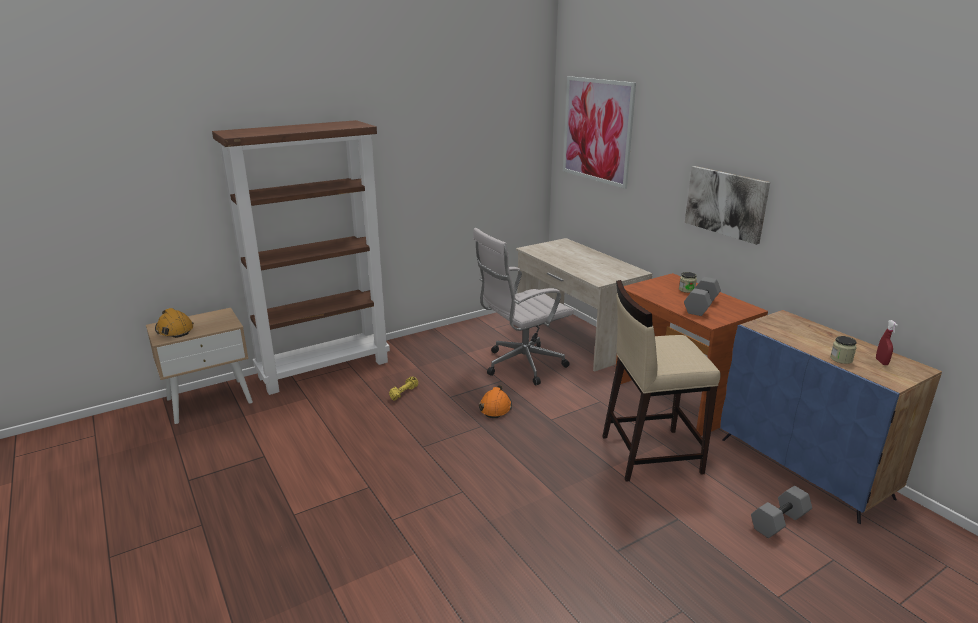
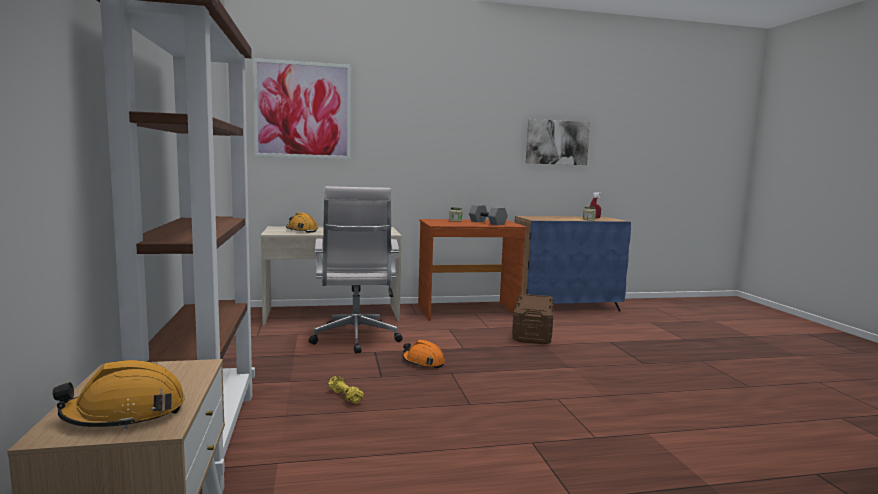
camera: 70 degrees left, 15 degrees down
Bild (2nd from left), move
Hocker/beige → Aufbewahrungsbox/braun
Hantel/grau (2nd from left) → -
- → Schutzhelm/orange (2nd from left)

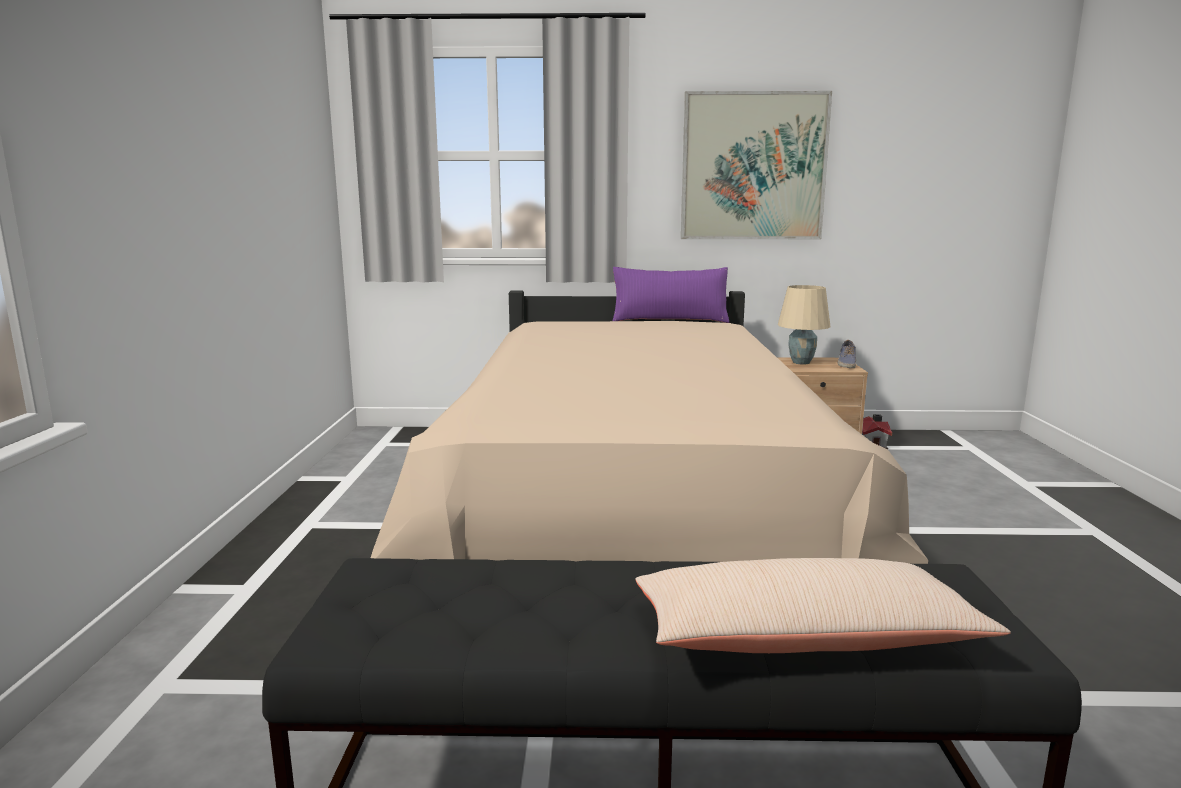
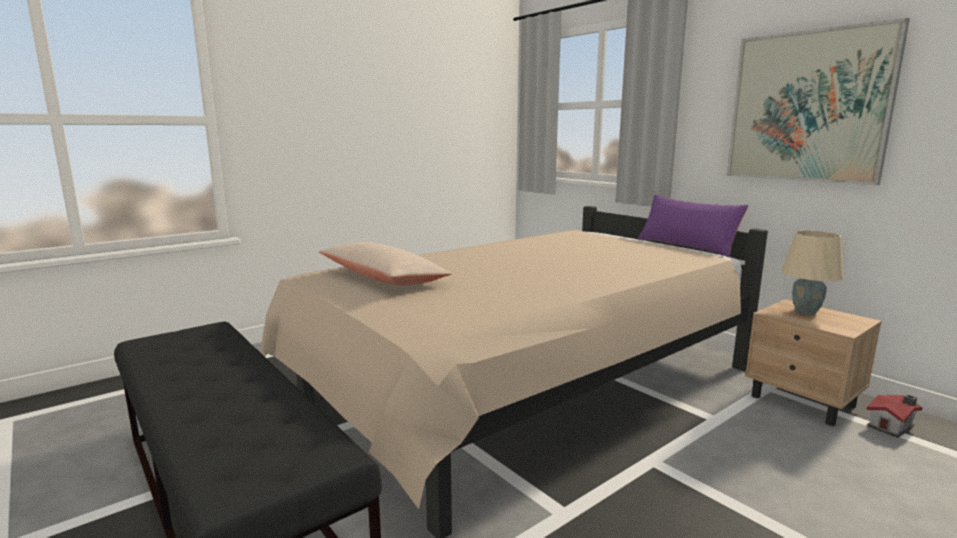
camera: 50 degrees right, 0 degrees up
Schuh → -
Kissen/beige, move

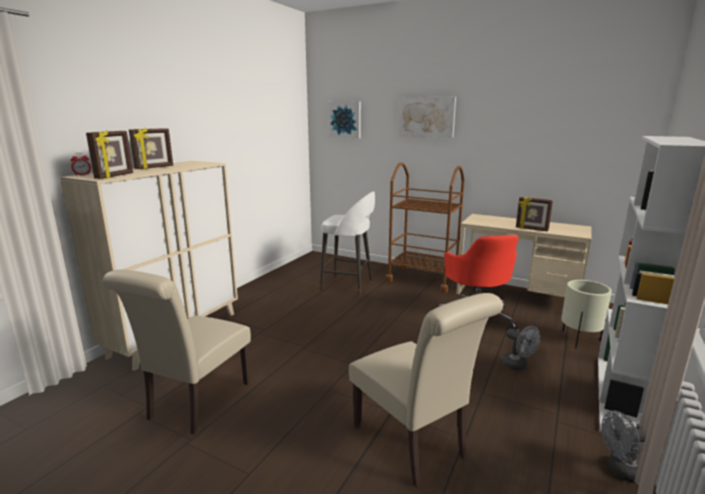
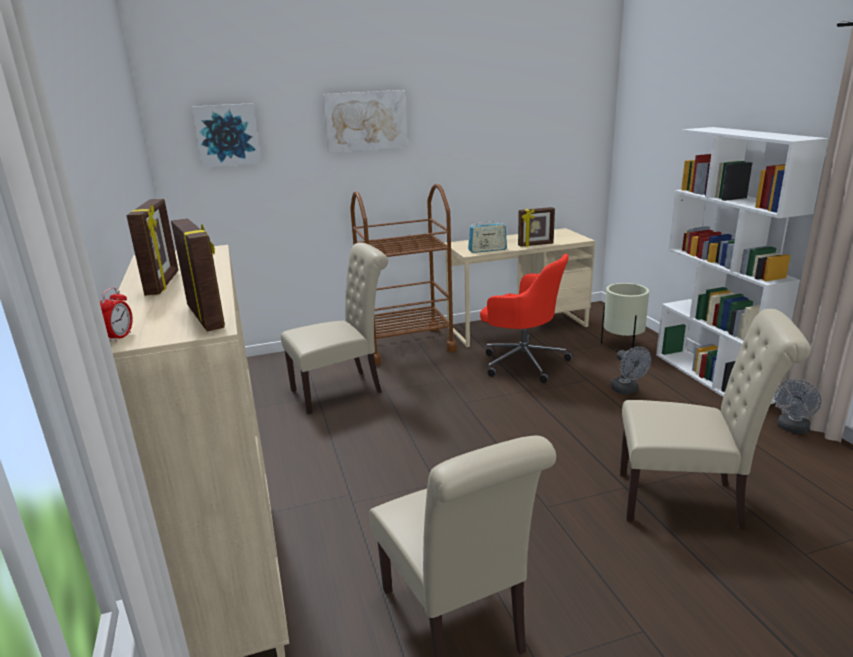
camera: 45 degrees left, 5 degrees up
Hocker/weiß → Stuhl/beige (1st from left)
Ventilator/grau (1st from left), 60 degrees clockwise
- → Radio

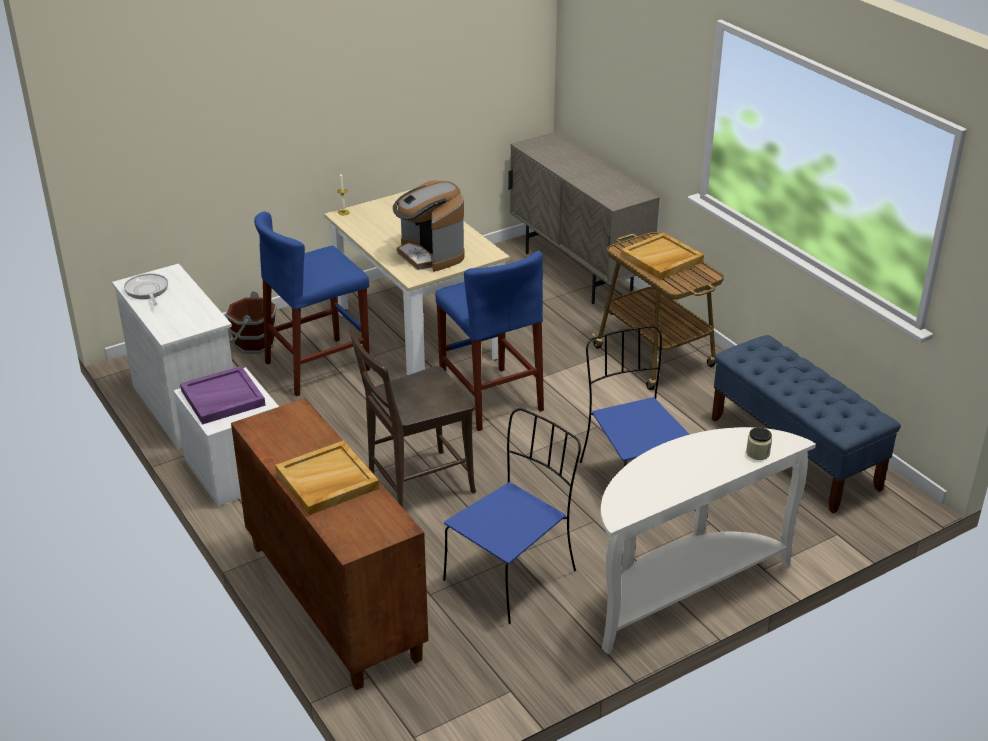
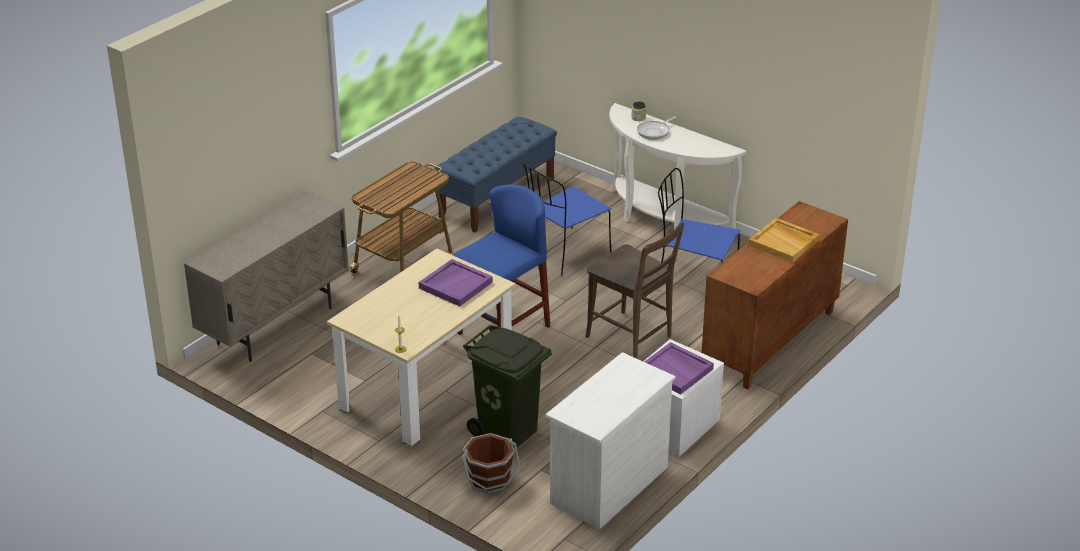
camera: 110 degrees left, 0 degrees up
Kaffeemaschine → Tablett/lila (1st from left)
Hocker/blau (1st from left) → Mülleimer/grün
Tablett/beige (2nd from left) → -
Pfanne, move

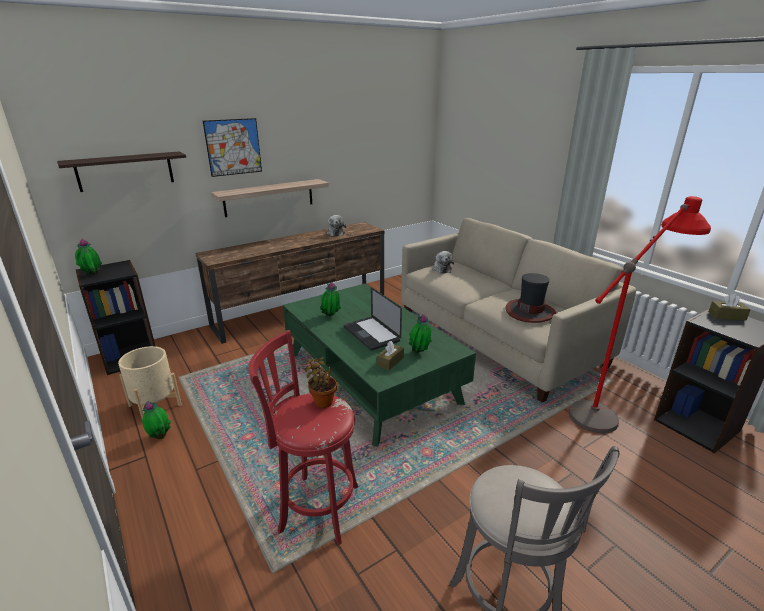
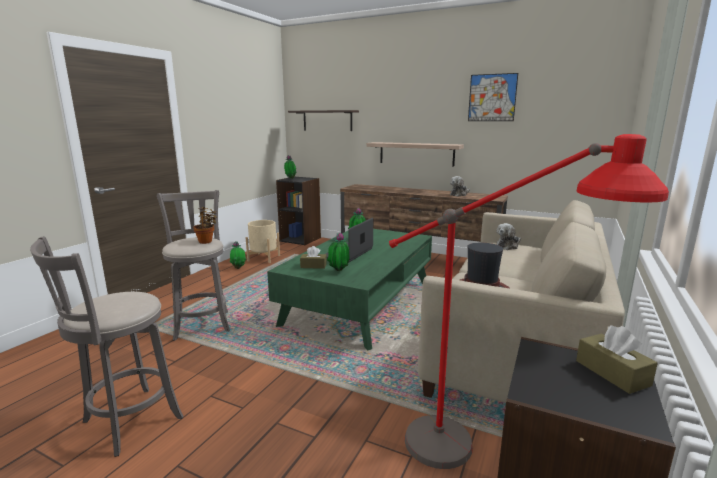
camera: 60 degrees right, 10 degrees down
Bild, move
Hocker/rot → Hocker/grau (2nd from left)

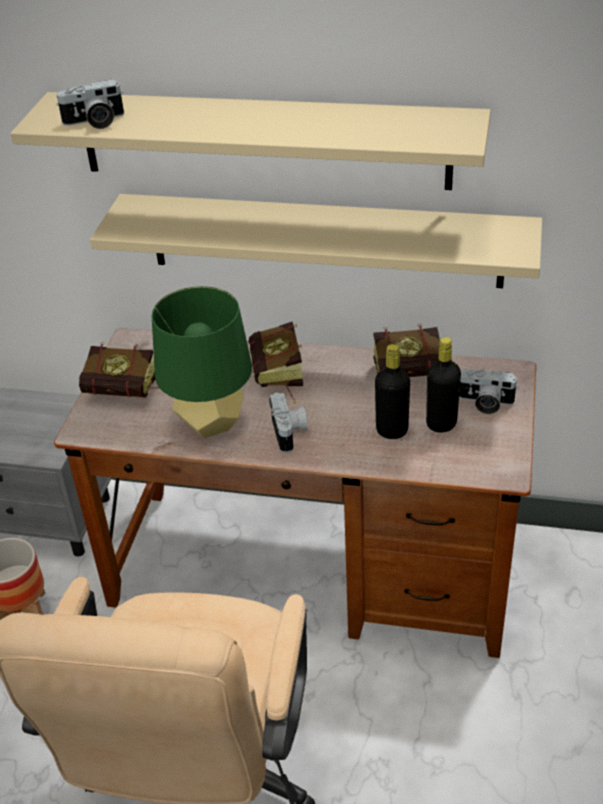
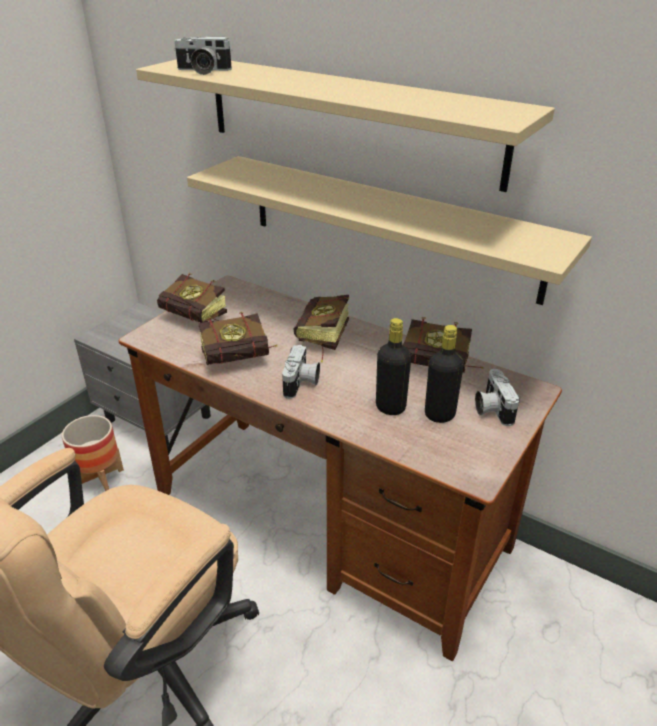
camera: 20 degrees right, 5 degrees down
Tischlampe/grün → Buch (2nd from left)
Kamera (3rd from left), 45 degrees clockwise

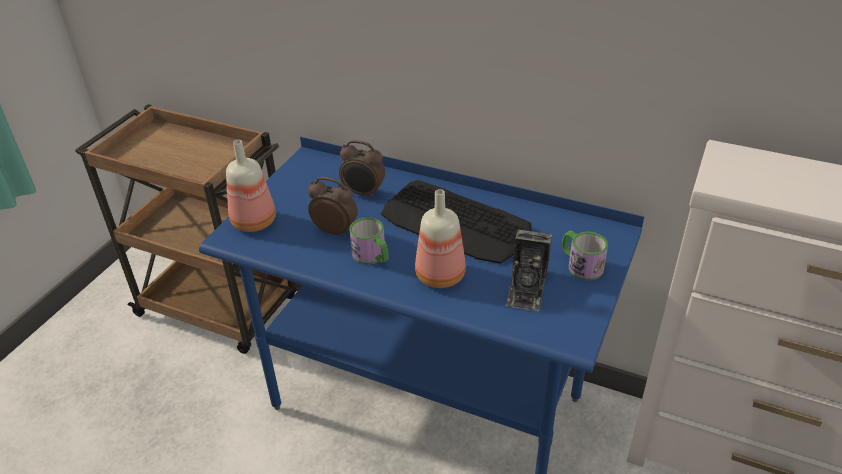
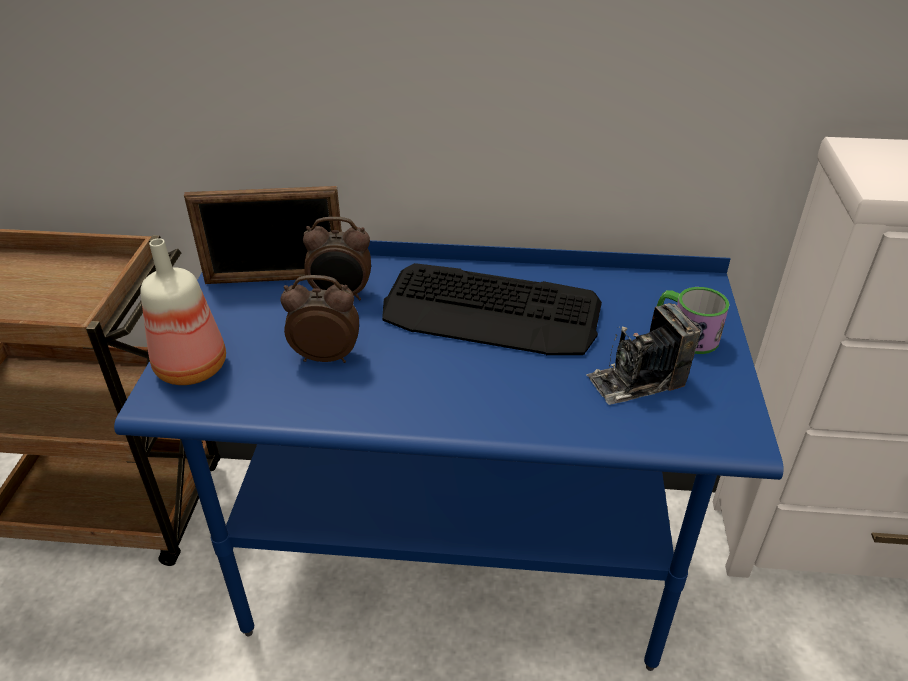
camera: 20 degrees left, 0 degrees up
Flasche (2nd from left) → -
Henkelbecher (1st from left) → -
Kamera, 75 degrees clockwise
- → Bilderrahmen

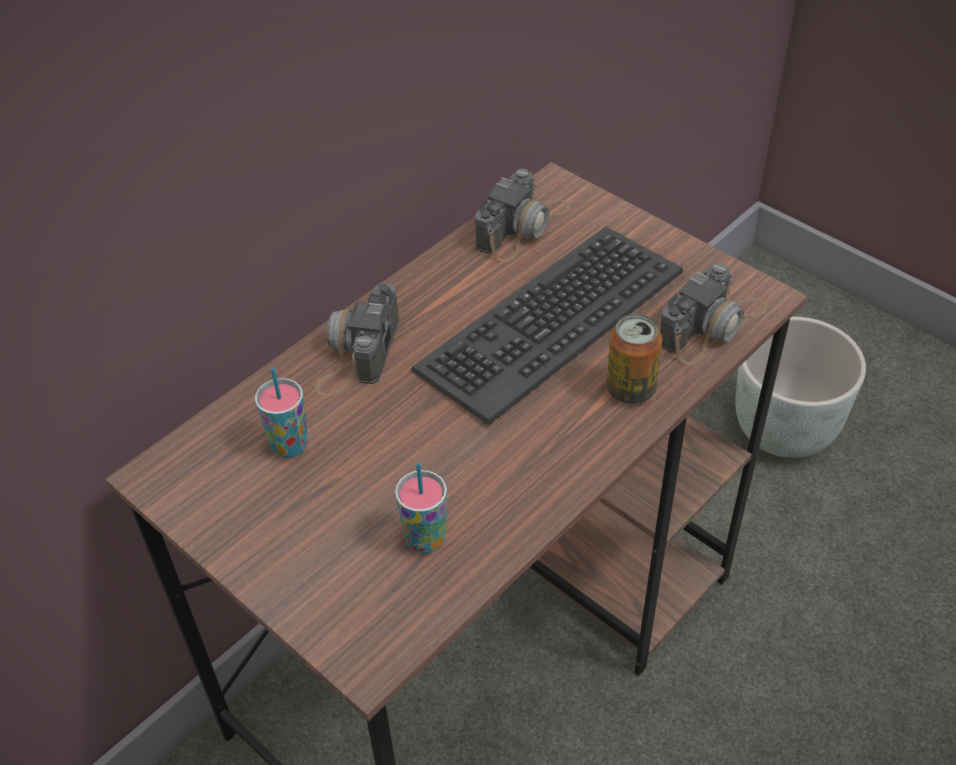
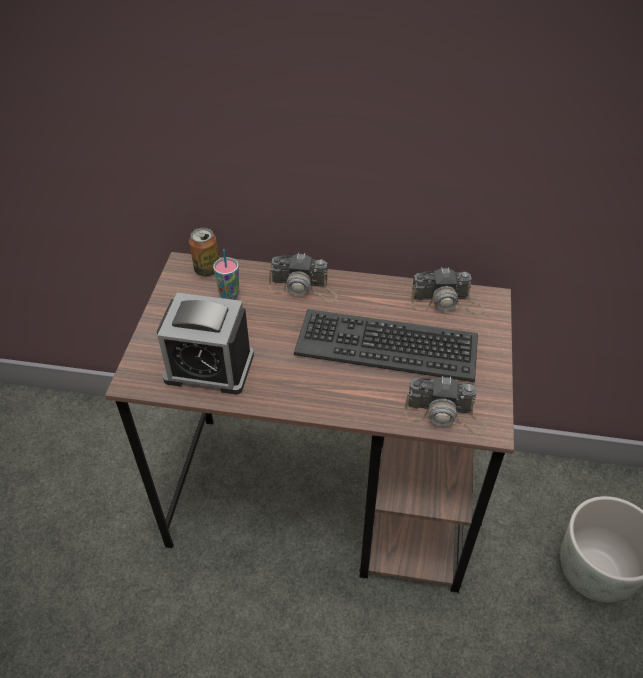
camera: 55 degrees right, 0 degrees up
Kamera (1st from left), 150 degrees counterclockwise
Dose, move
Tasse (2nd from left) → Wecker

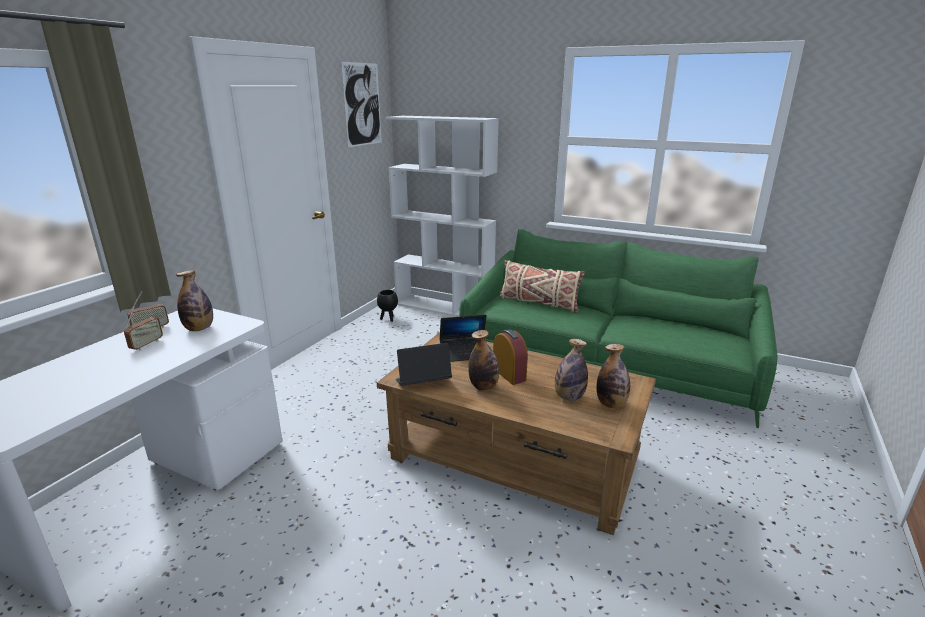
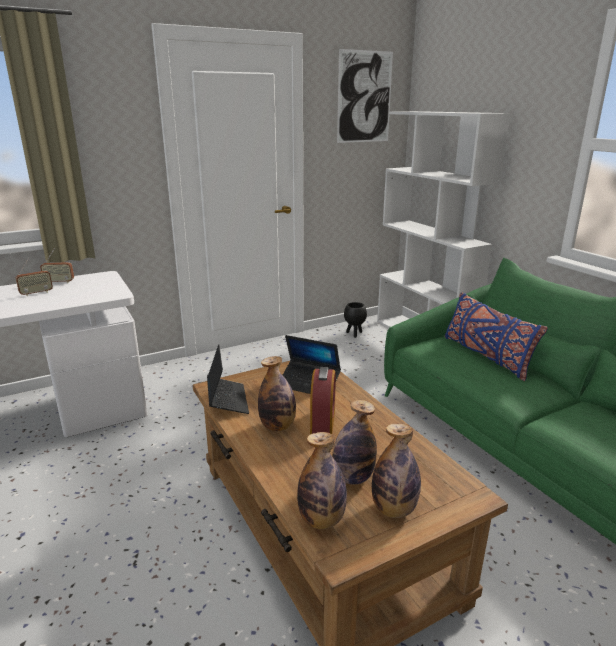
camera: 35 degrees right, 0 degrees up
Kissen/beige → Kissen/blau
Flasche (1st from left in the first image) → Flasche (2nd from left), move
Laptop (1st from left), 60 degrees clockwise

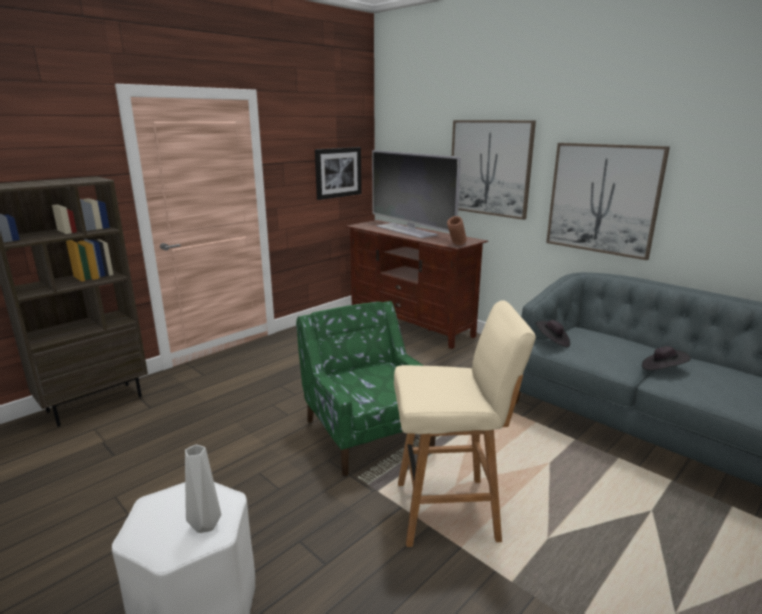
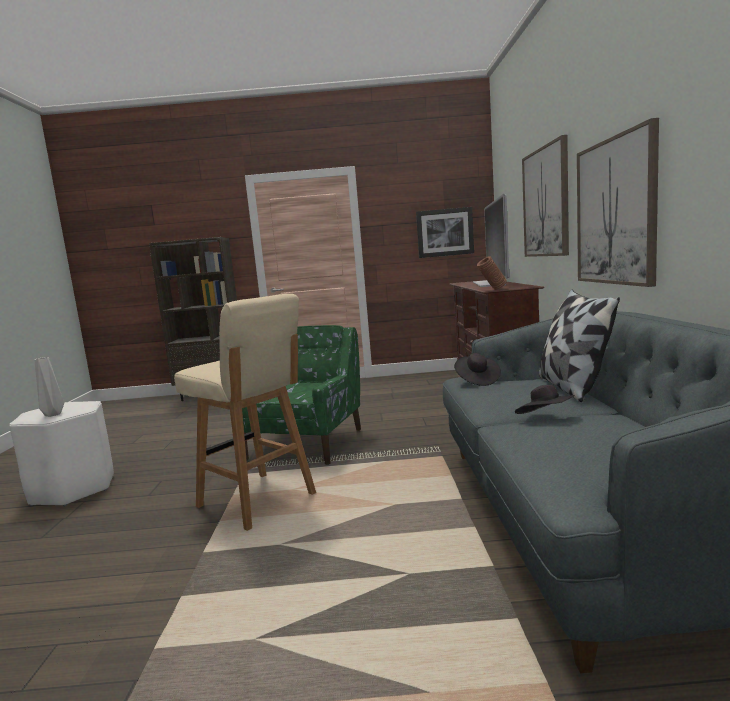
camera: 45 degrees right, 10 degrees down
- → Kissen

